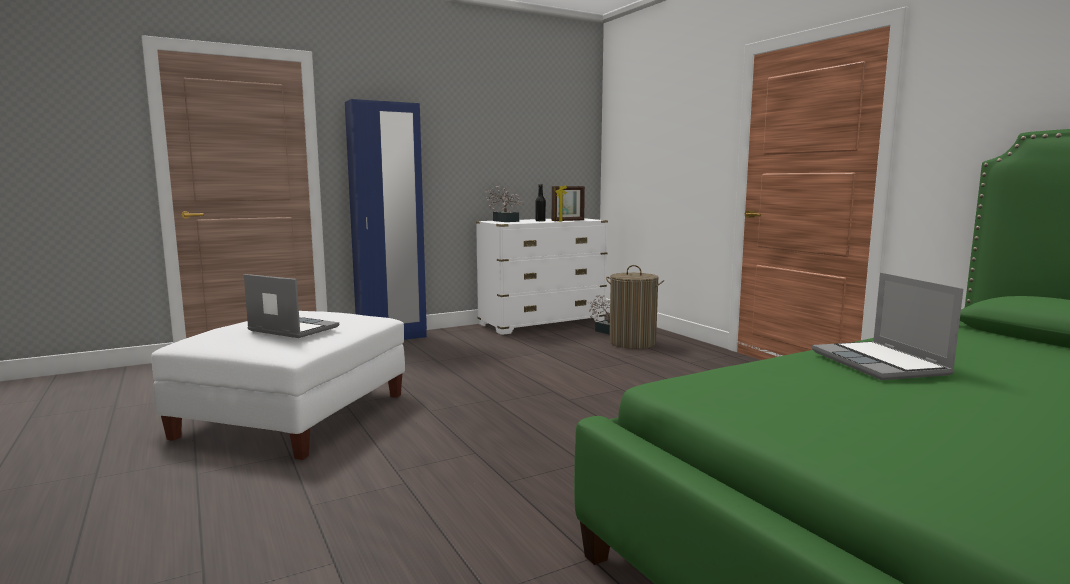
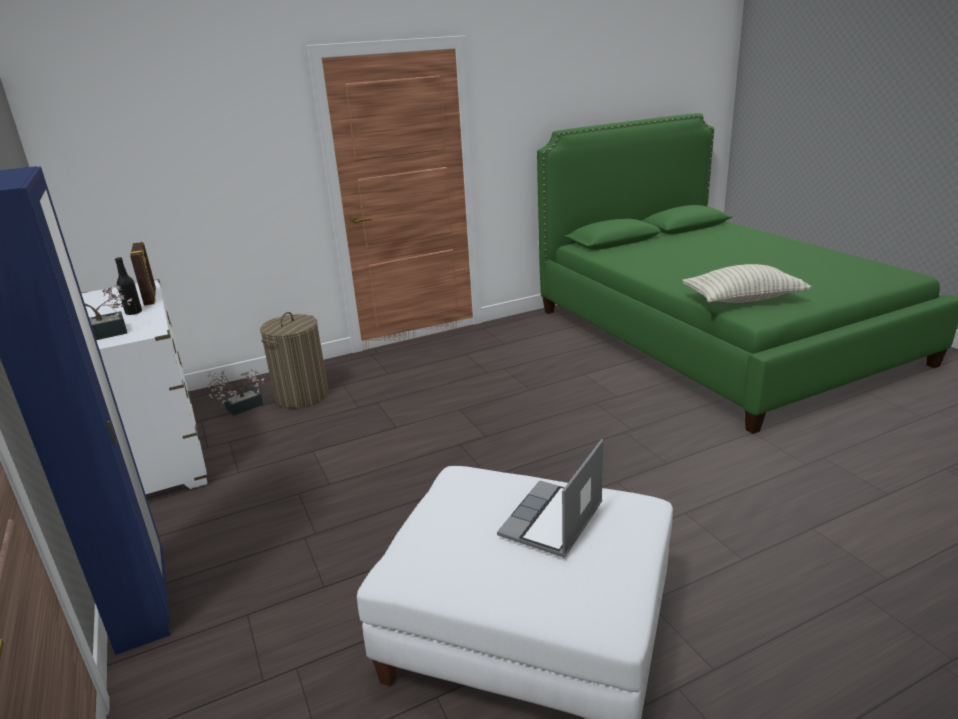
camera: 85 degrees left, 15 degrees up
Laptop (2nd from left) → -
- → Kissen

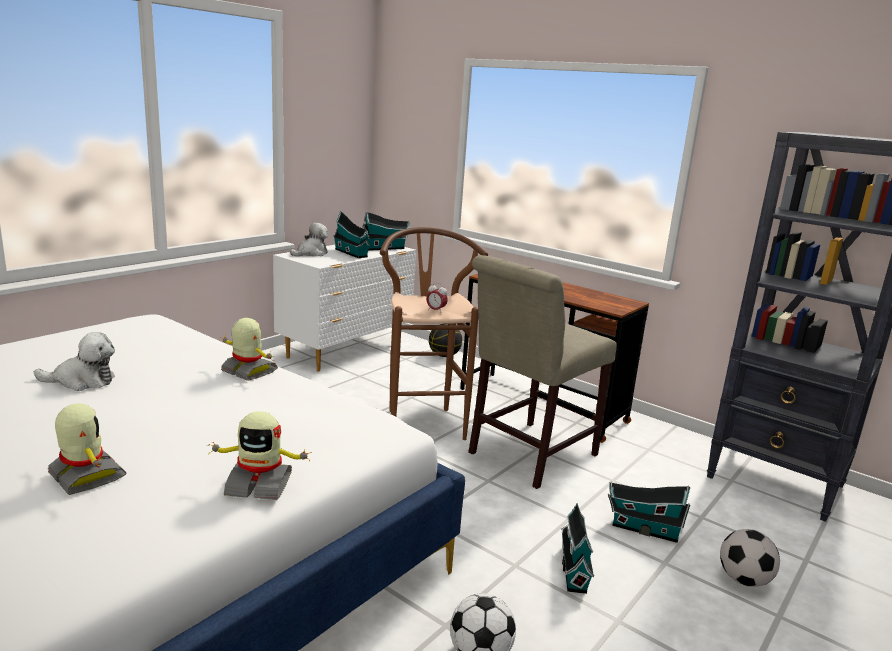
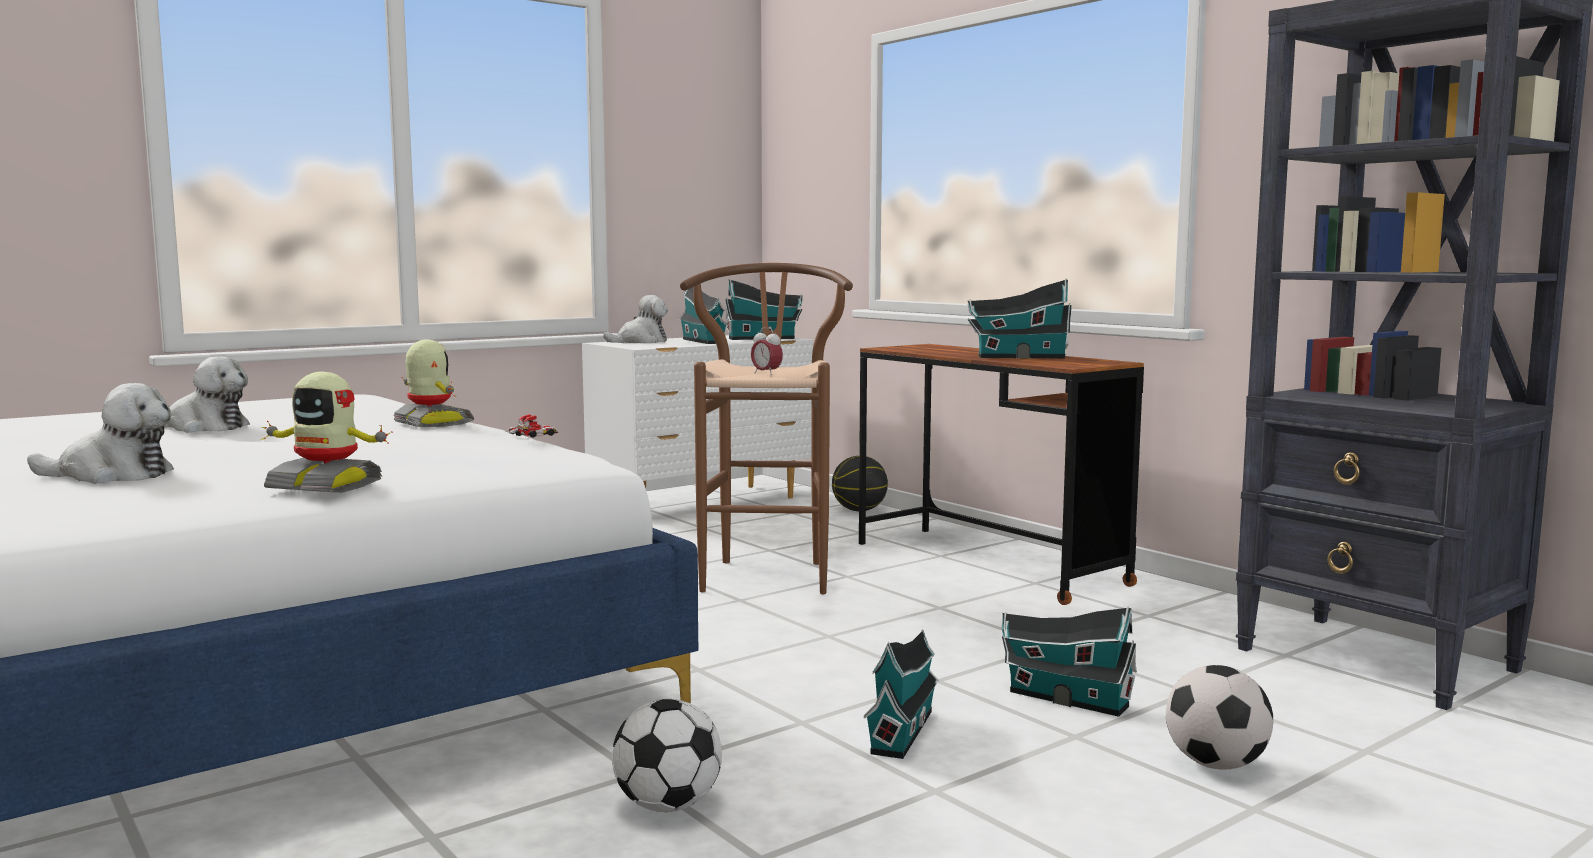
camera: 15 degrees right, 10 degrees down
Stuhl/beige → -
Spielzeugroboter (1st from left) → Plüschtier (1st from left)
- → Spielzeughaus (4th from left)
- → Spielzeugauto

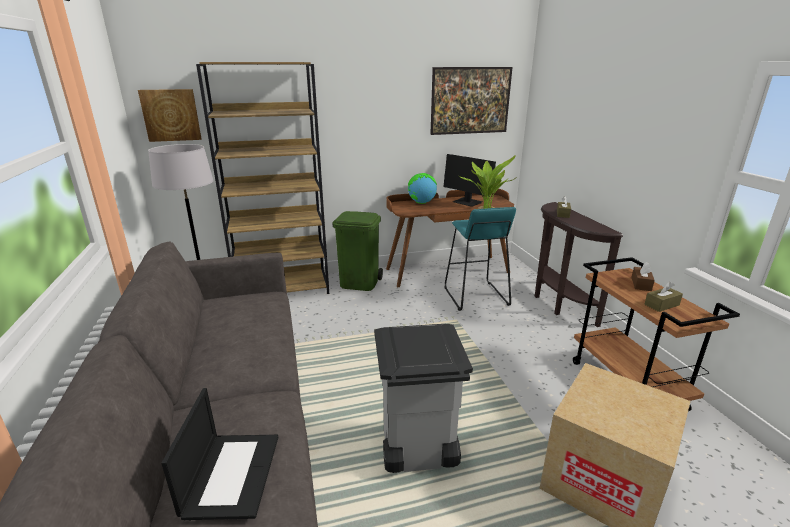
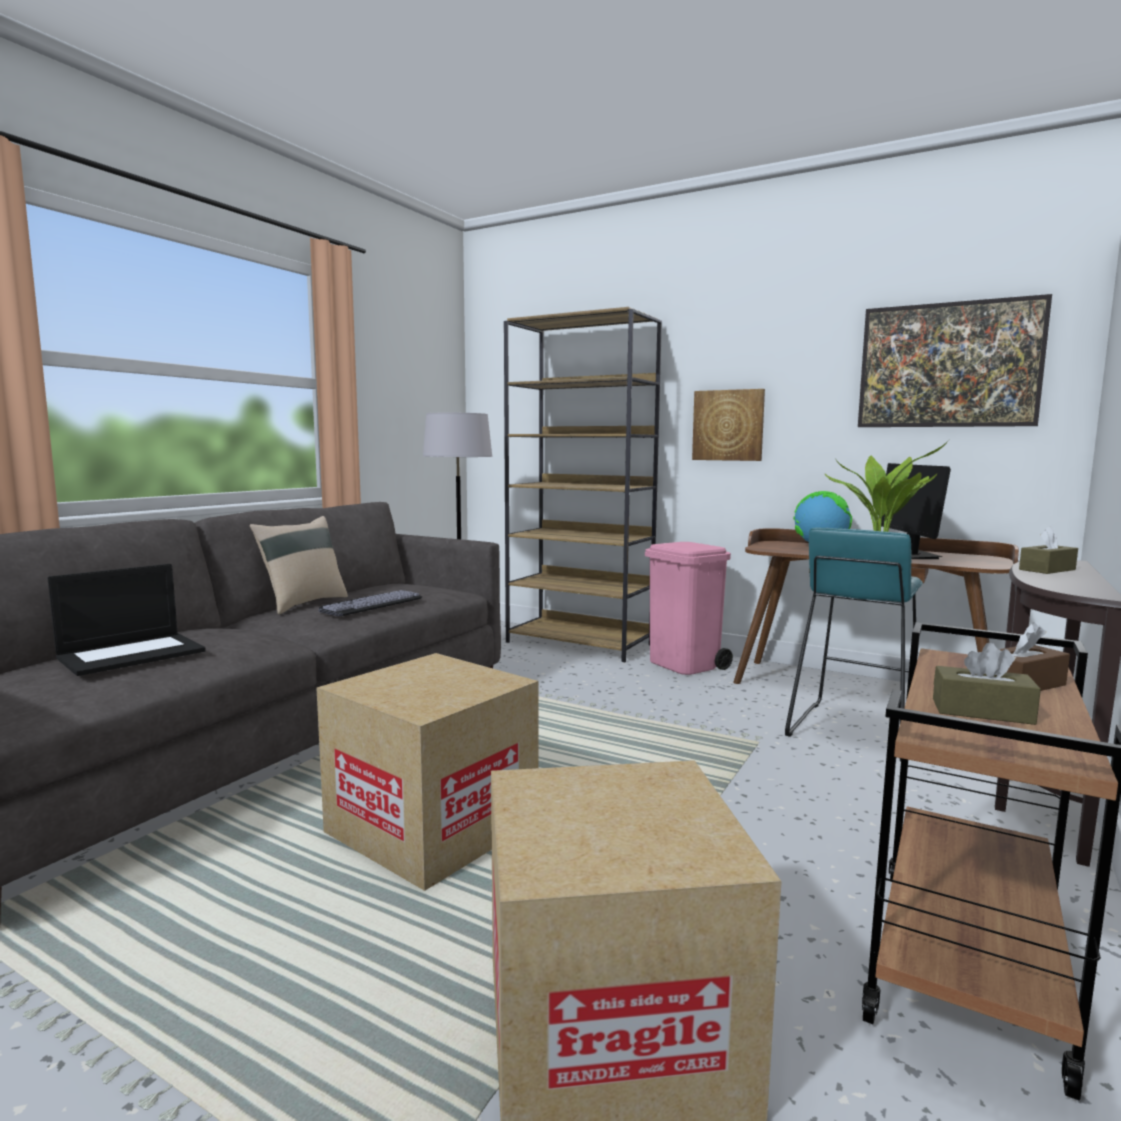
camera: 45 degrees right, 15 degrees down
Bild (1st from left), move
Mülleimer/grün → Mülleimer/rosa
Mülleimer/grau → Karton (1st from left)
- → Kissen/beige
- → Tastatur

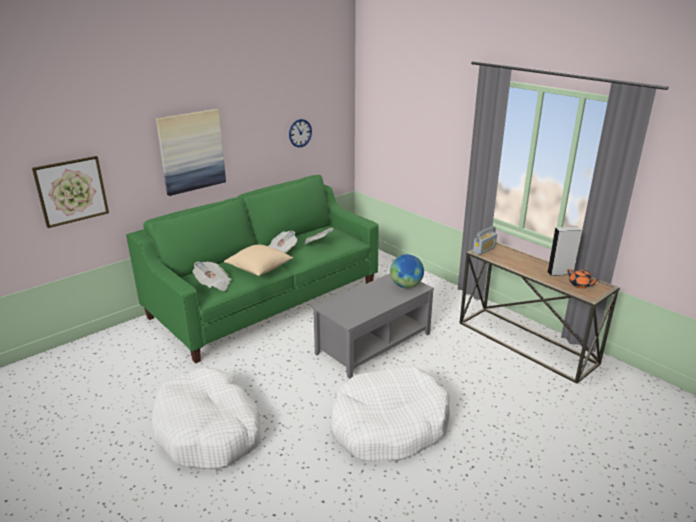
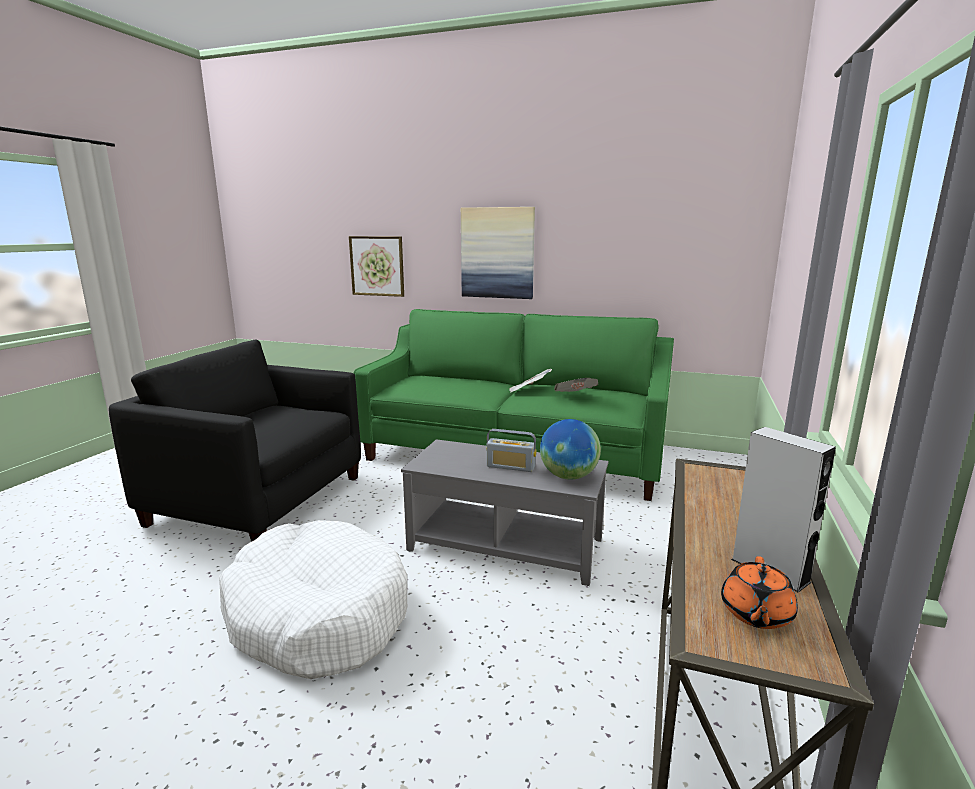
camera: 60 degrees right, 10 degrees down
Wanduhr → -
Radio, move
Kissen/beige → -
Zeitung (1st from left) → -
Hundebett/weiß (1st from left) → Sessel/schwarz

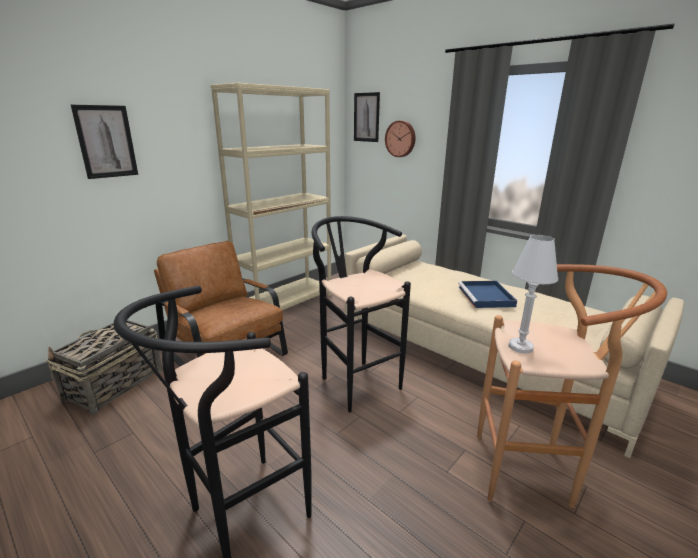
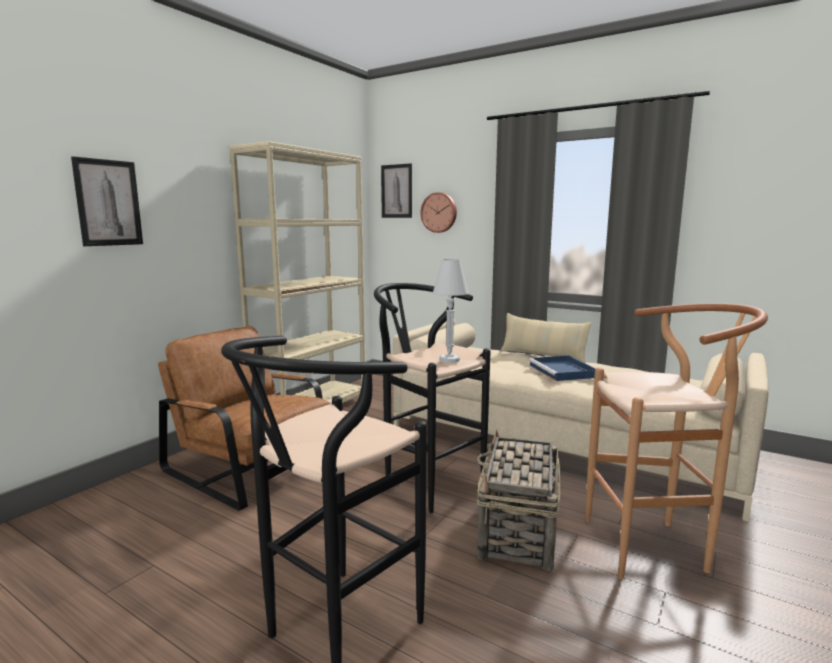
camera: 10 degrees left, 10 degrees down
Tischlampe/weiß, move
Korb, move
- → Kissen/beige

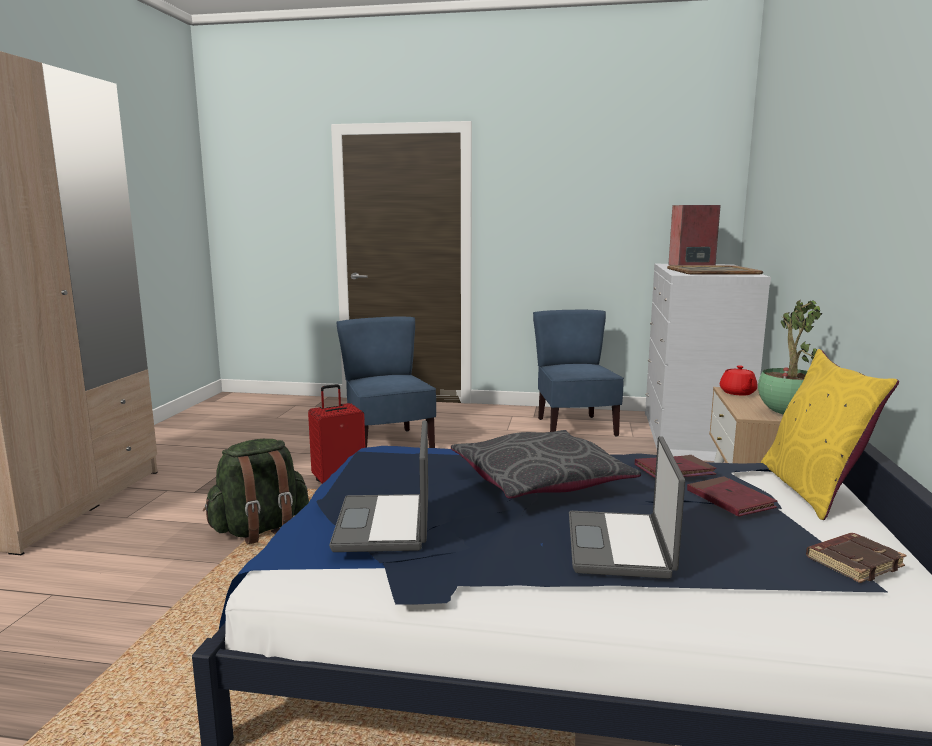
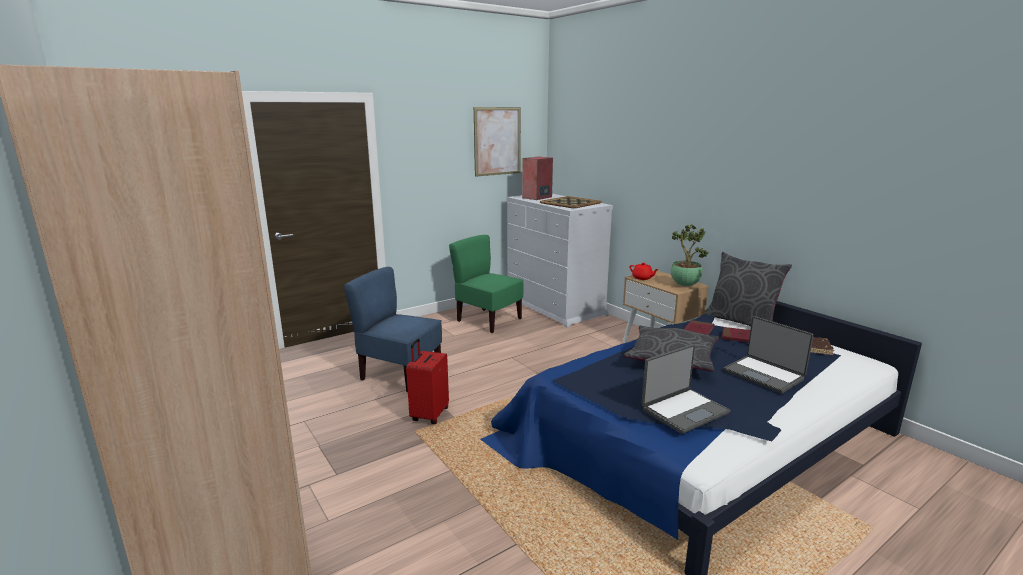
camera: 45 degrees left, 5 degrees up
Stuhl/blau (2nd from left) → Stuhl/grün
Kissen/gelb → Kissen/grau (2nd from left)
Laptop (1st from left), 75 degrees counterclockwise
Rucksack/grün → -
- → Bild

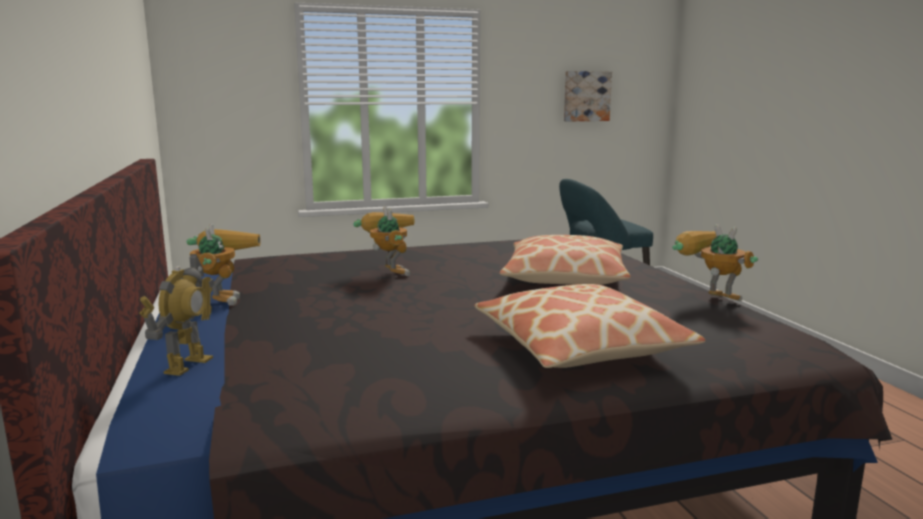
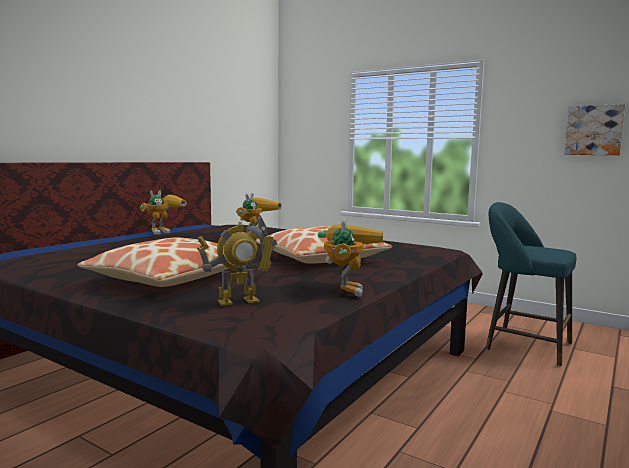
camera: 50 degrees right, 5 degrees down
Spielzeugroboter (1st from left in the first image) → Spielzeugroboter (2nd from left), move

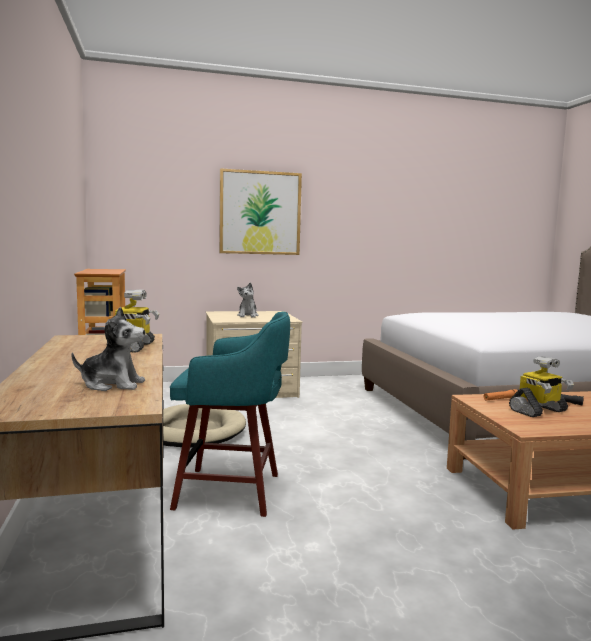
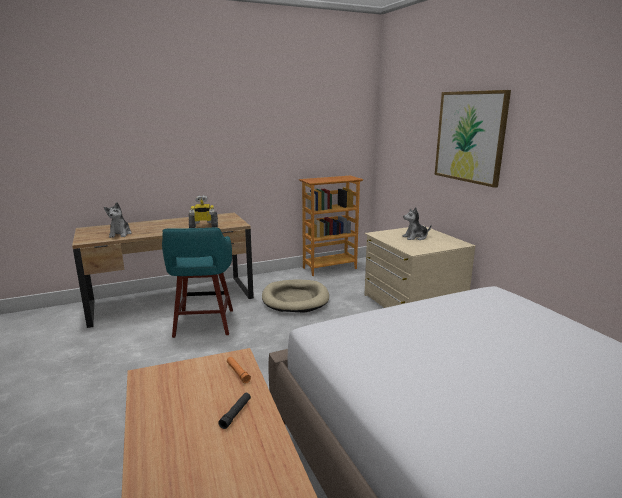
camera: 80 degrees right, 10 degrees up
Spielzeugroboter (2nd from left) → -

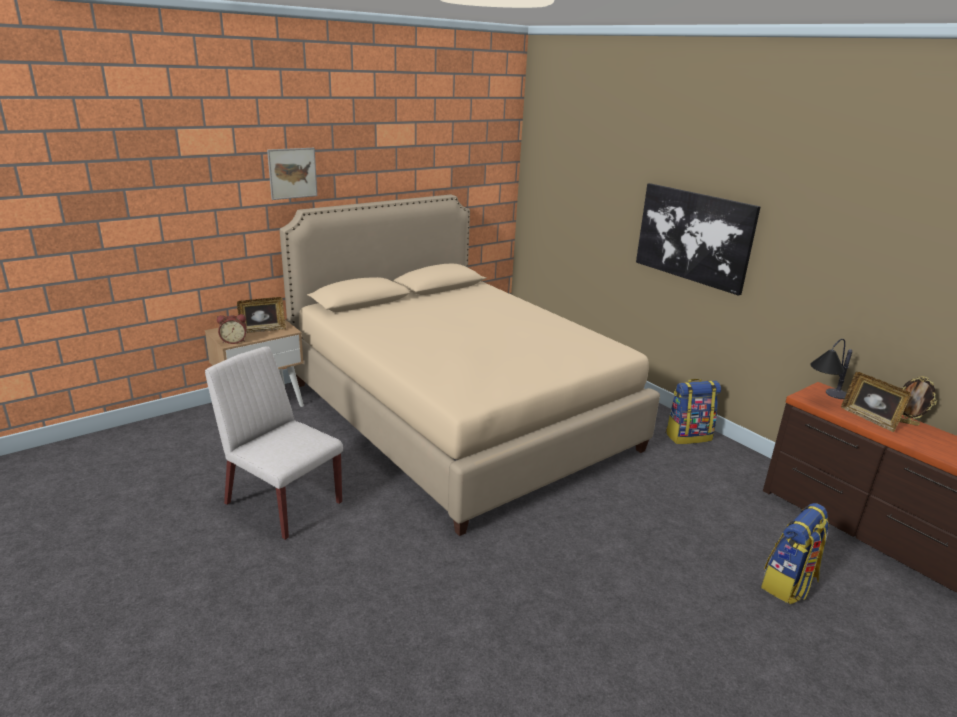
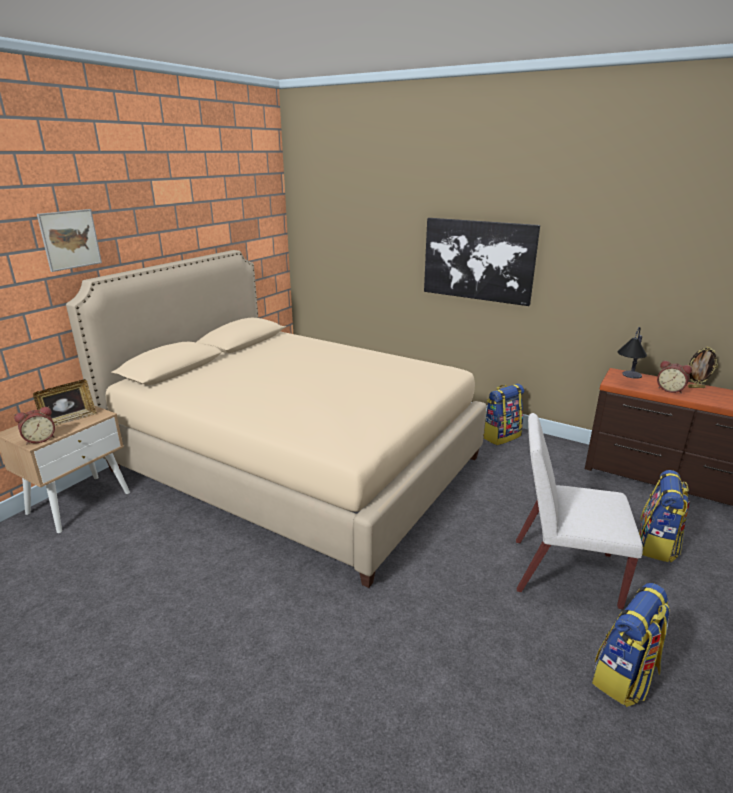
camera: 20 degrees left, 0 degrees up
Stuhl/weiß, move
Bilderrahmen (2nd from left) → Wecker (2nd from left)
- → Rucksack (2nd from left)

